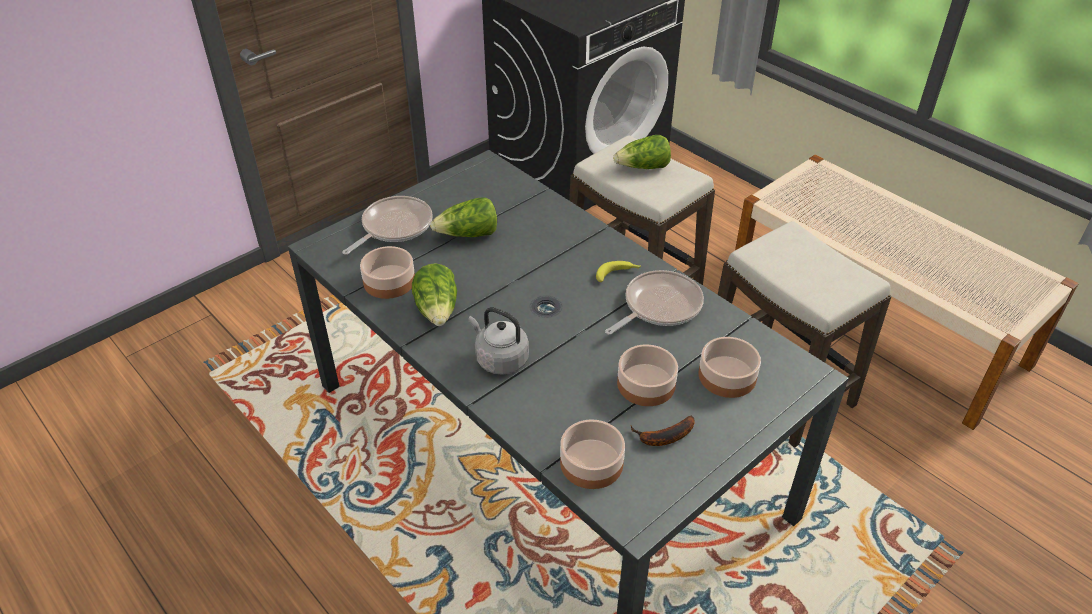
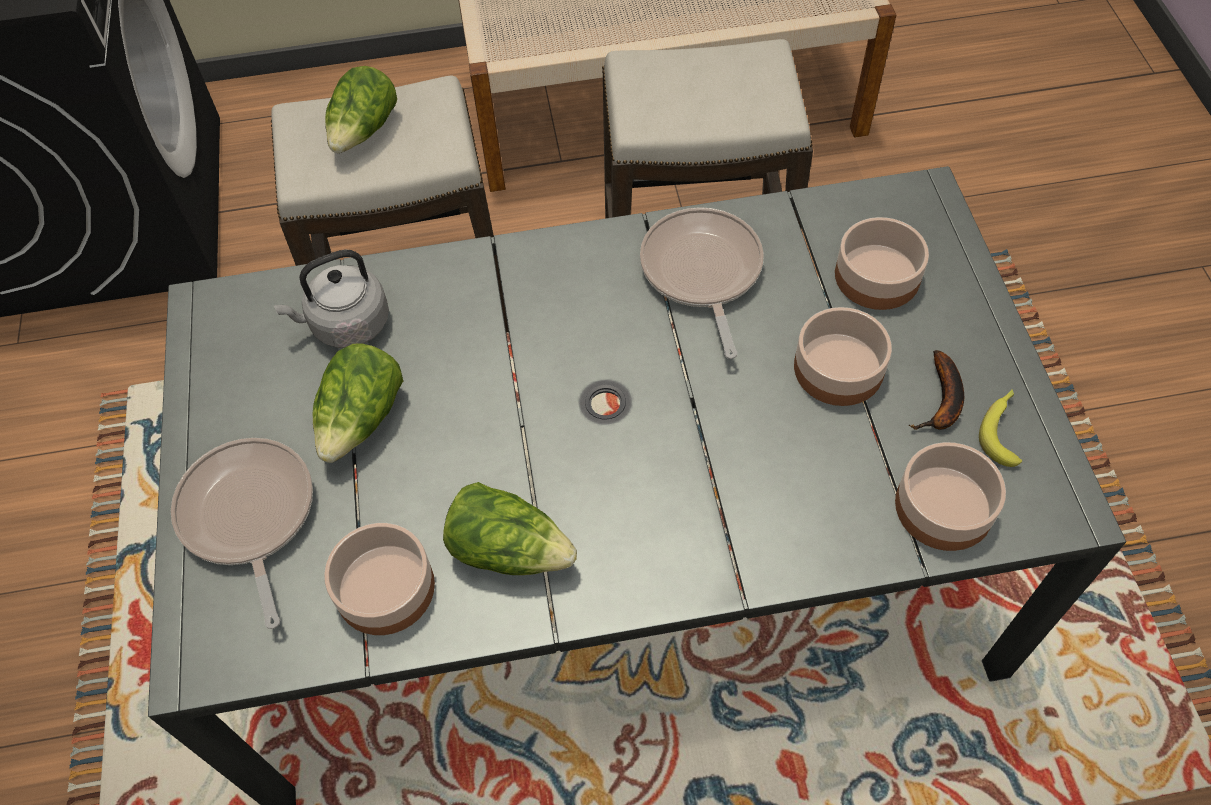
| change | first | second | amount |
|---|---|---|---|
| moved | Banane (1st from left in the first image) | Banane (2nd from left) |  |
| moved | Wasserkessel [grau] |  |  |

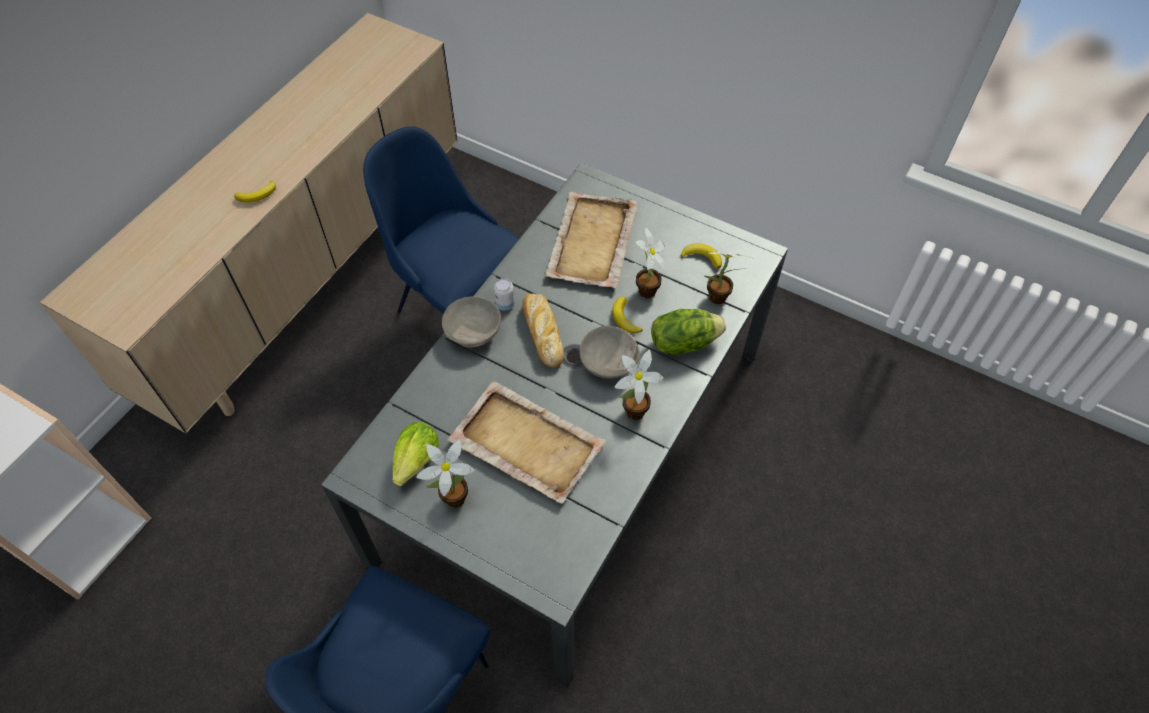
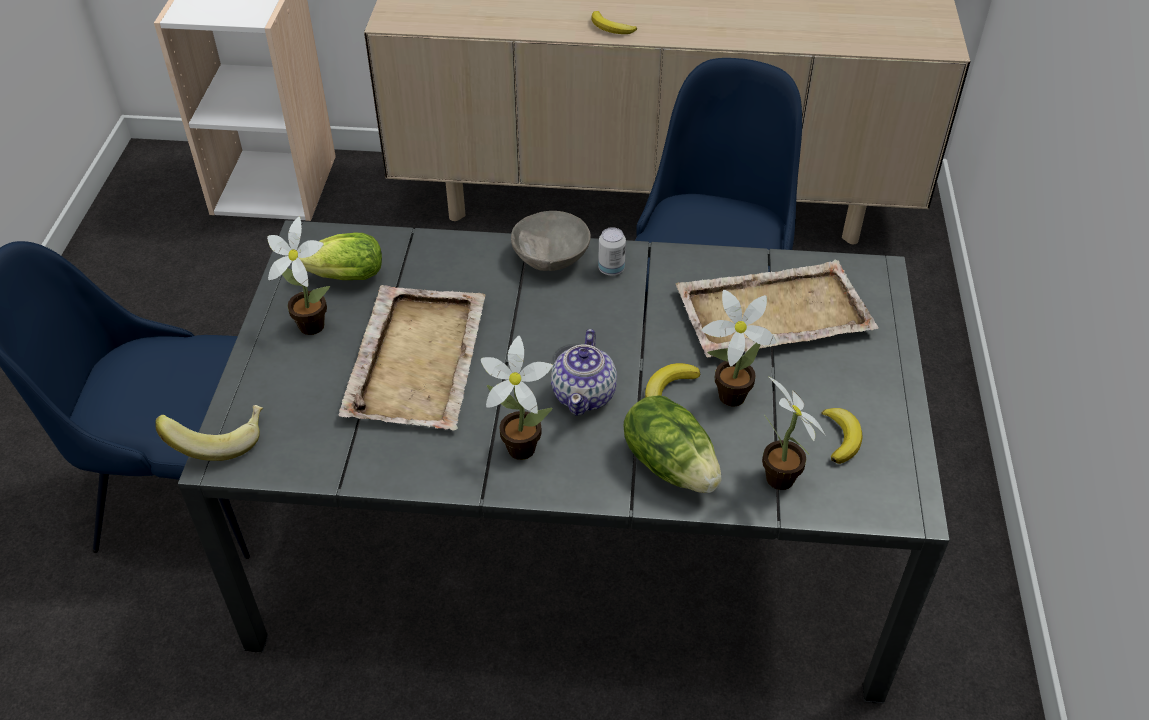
| change | first | second | amount |
|---|---|---|---|
| removed | Brot |  |  |
| replaced | Schüssel [grau] (2nd from left) | Teekanne |  |
| added |  | Banane (1st from left) |  |

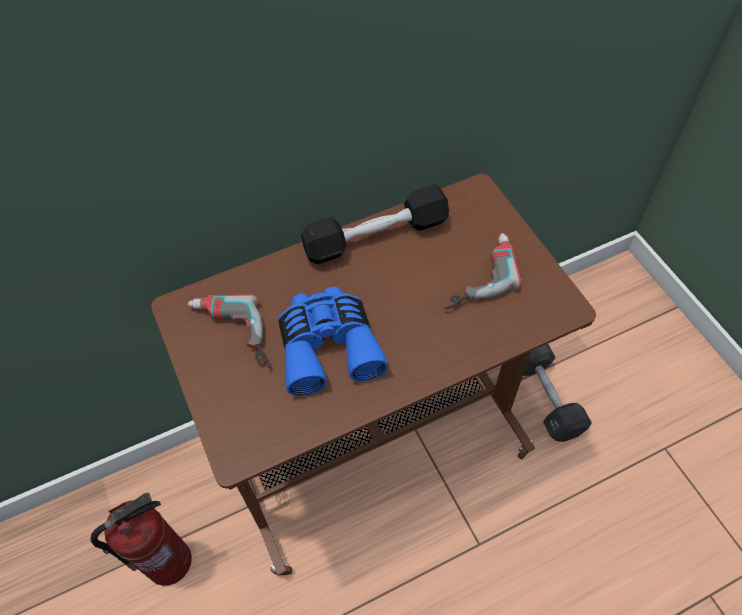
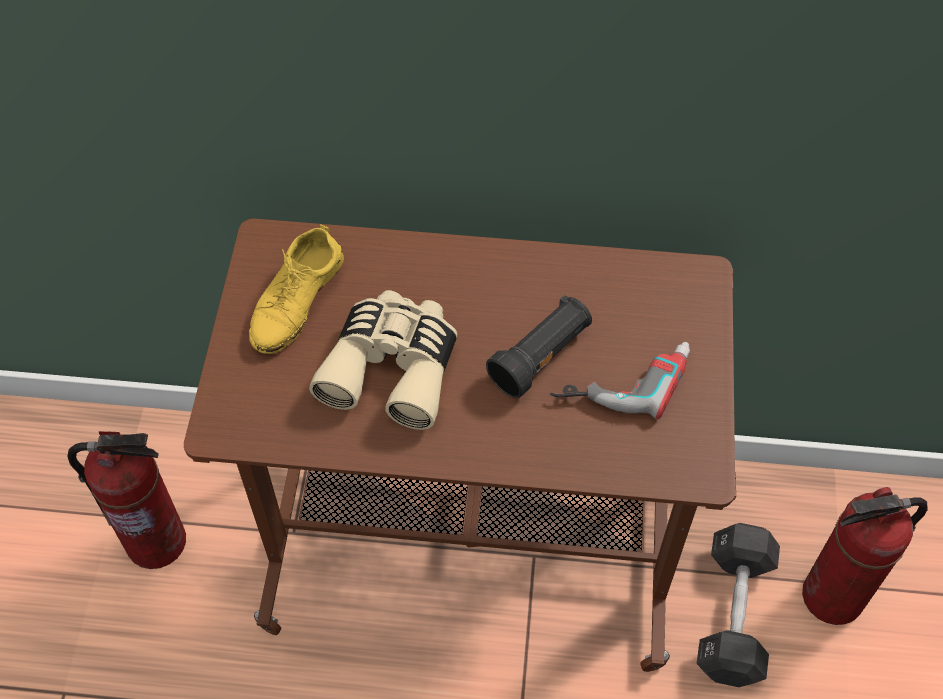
| change | first | second | amount |
|---|---|---|---|
| removed | Hantel [schwarz] (1st from left) |  |  |
| recoloured | Fernglas [blau] | Fernglas [beige] |  |
| replaced | Bohrmaschine (1st from left) | Schuh [gelb] |  |
| added |  | Taschenlampe [schwarz] |  |
| added |  | Feuerlöscher (2nd from left) |  |

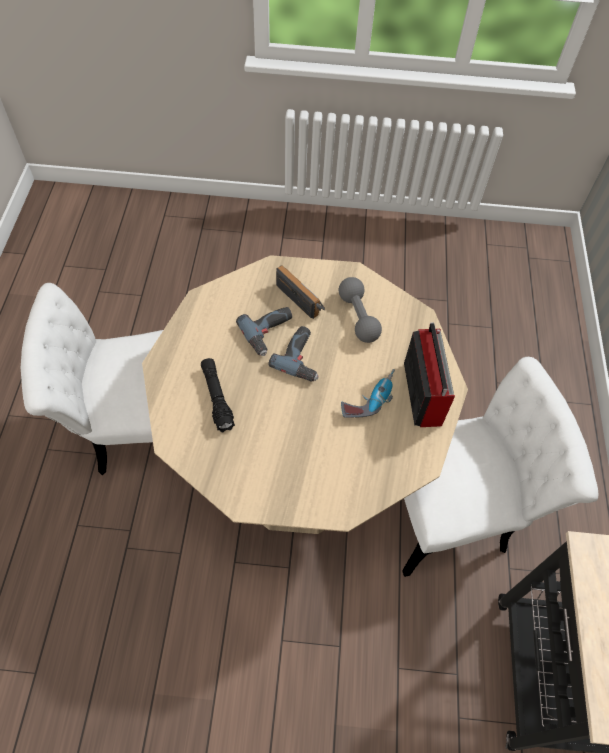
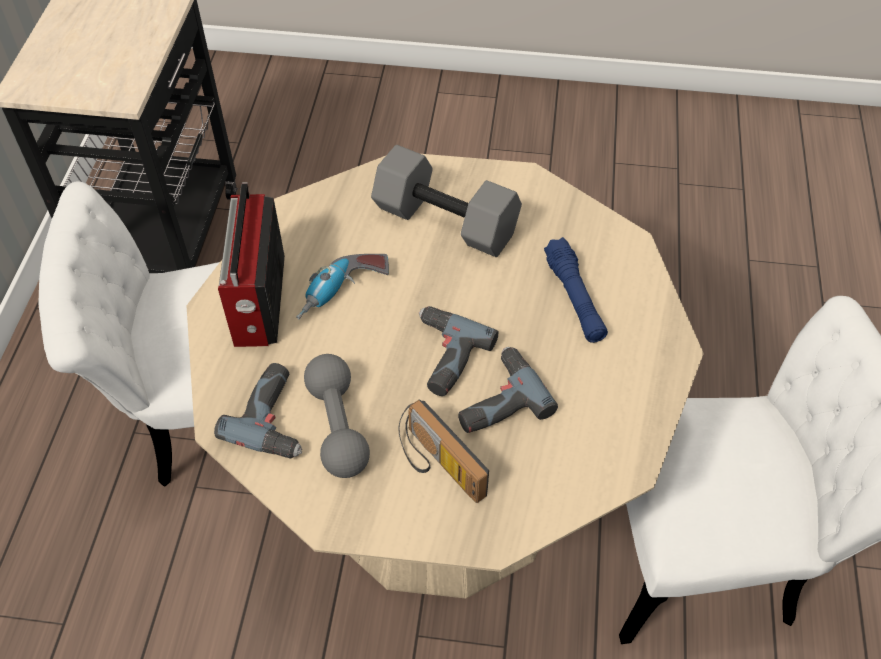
| change | first | second | amount |
|---|---|---|---|
| recoloured | Taschenlampe [schwarz] | Taschenlampe [blau] |  |
| added |  | Hantel [grau] (2nd from left) |  |
| added |  | Bohrmaschine (1st from left) |  |

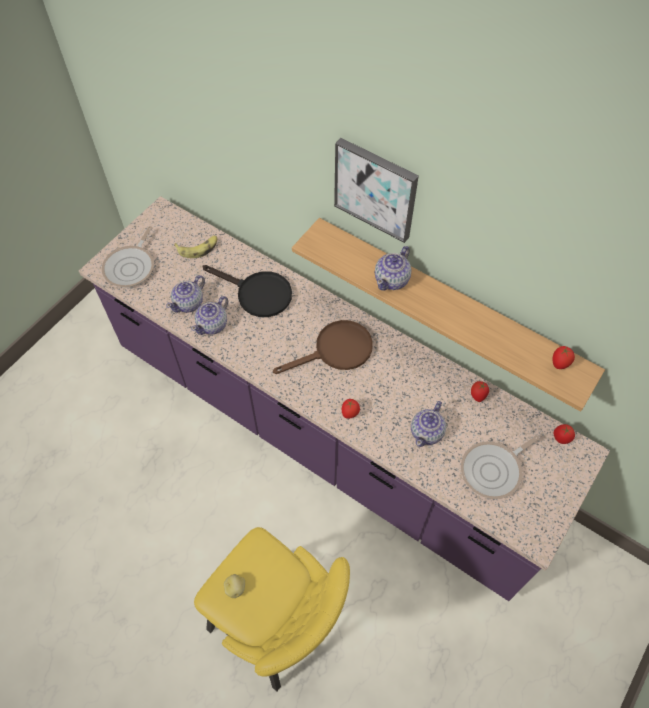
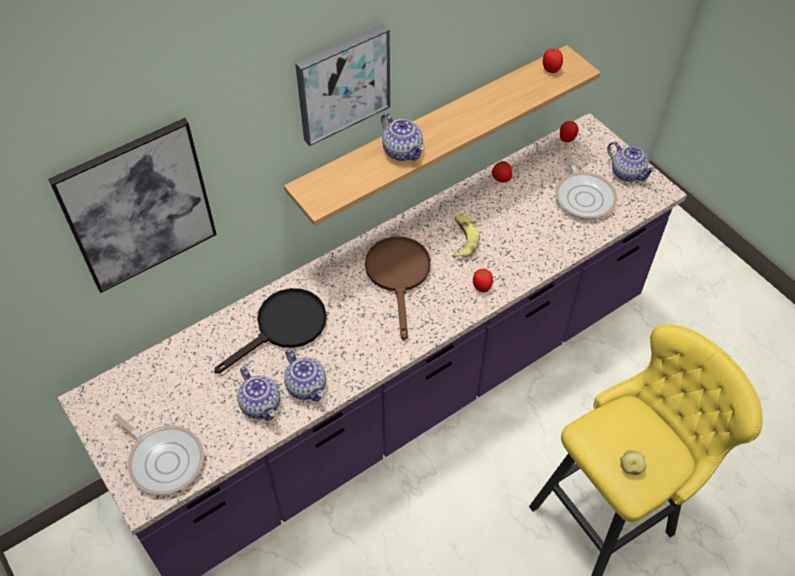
| change | first | second | amount |
|---|---|---|---|
| moved | Banane |  |  |
| moved | Teekanne (4th from left) |  |  |
| added |  | Bild (1st from left) |  |

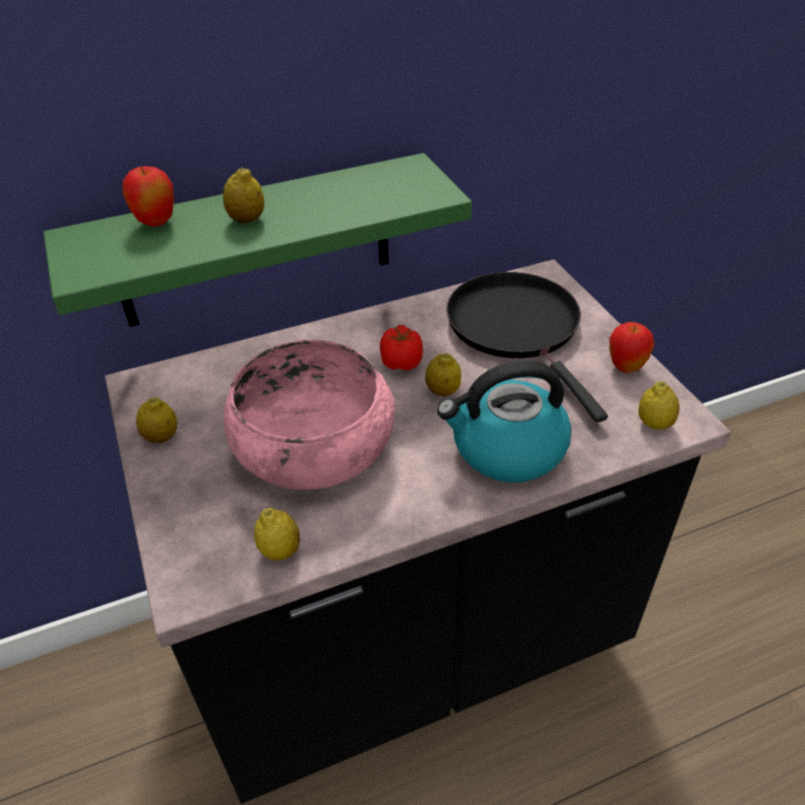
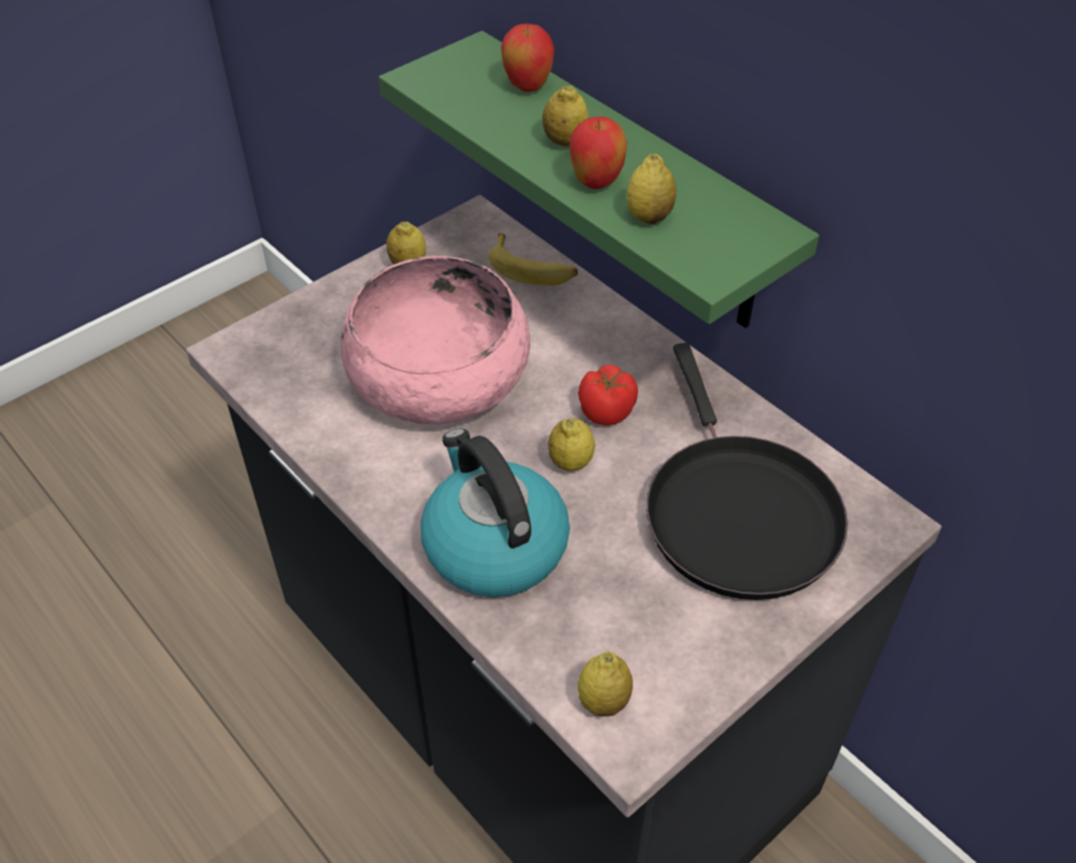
| change | first | second | amount |
|---|---|---|---|
| turned | Pfanne [schwarz] |  | 120 degrees clockwise |
| moved | Apfel (2nd from left) |  |  |
| moved | Zitrone (3rd from left in the first image) | Zitrone (5th from left) |  |
| added |  | Banane |  |

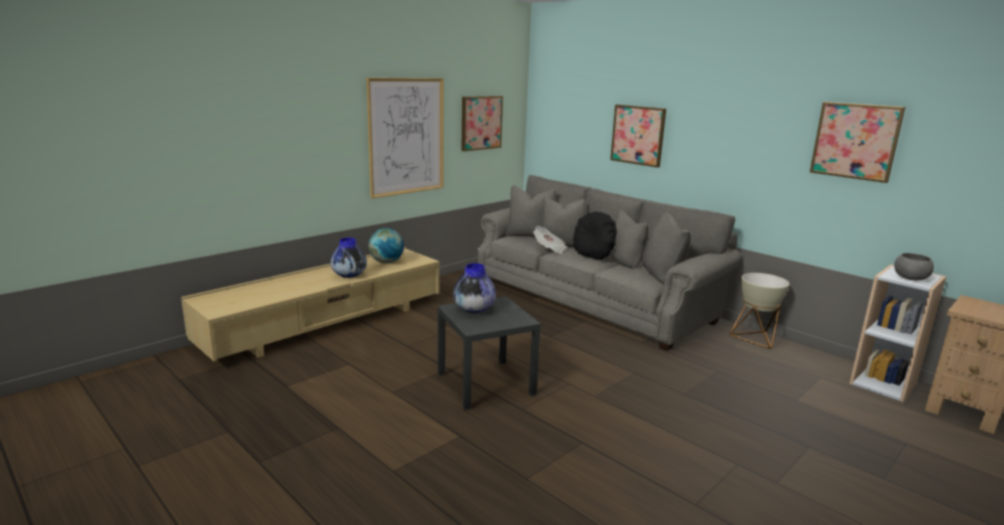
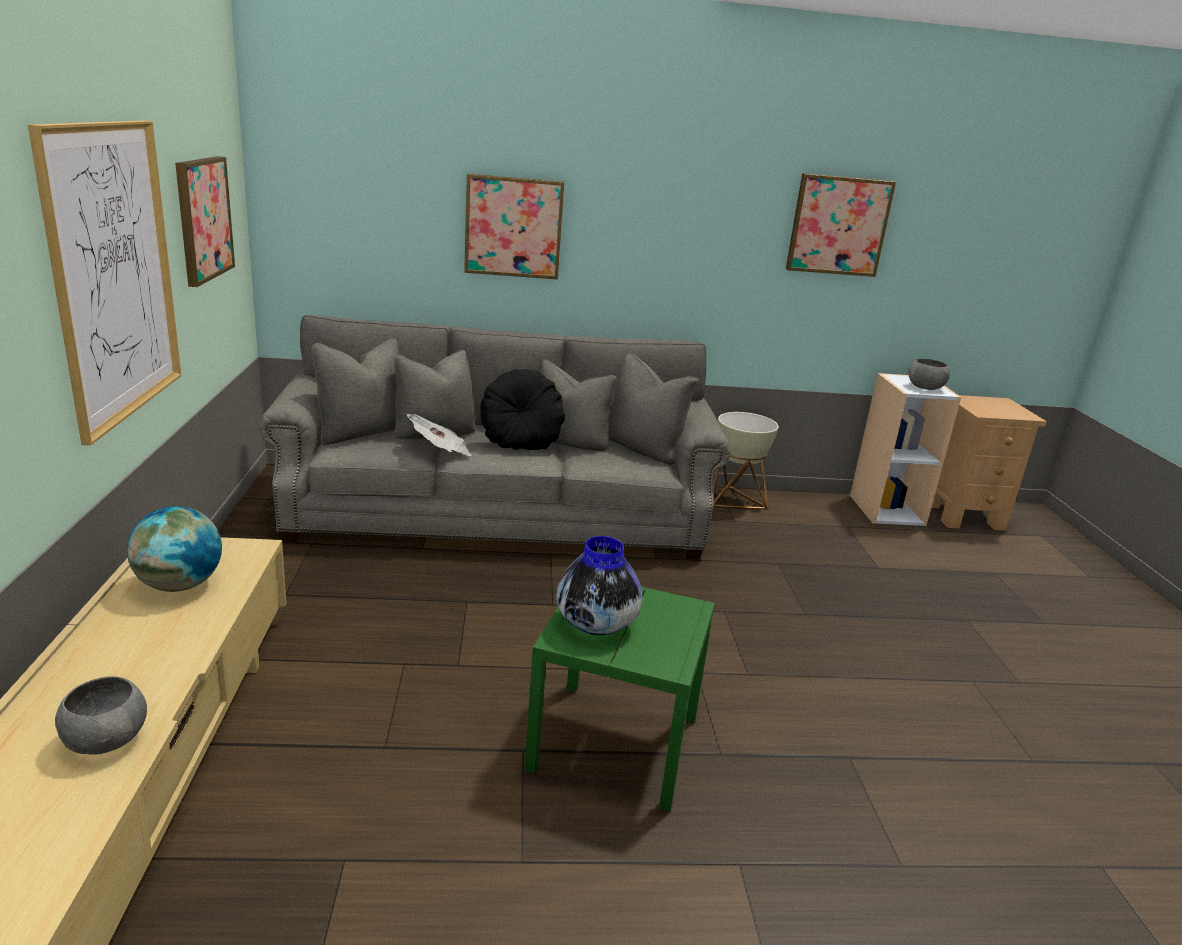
| change | first | second | amount |
|---|---|---|---|
| removed | Vase (1st from left) |  |  |
| recoloured | Beistelltisch [grau] | Beistelltisch [grün] |  |
| added |  | Schüssel [grau] (1st from left) |  |

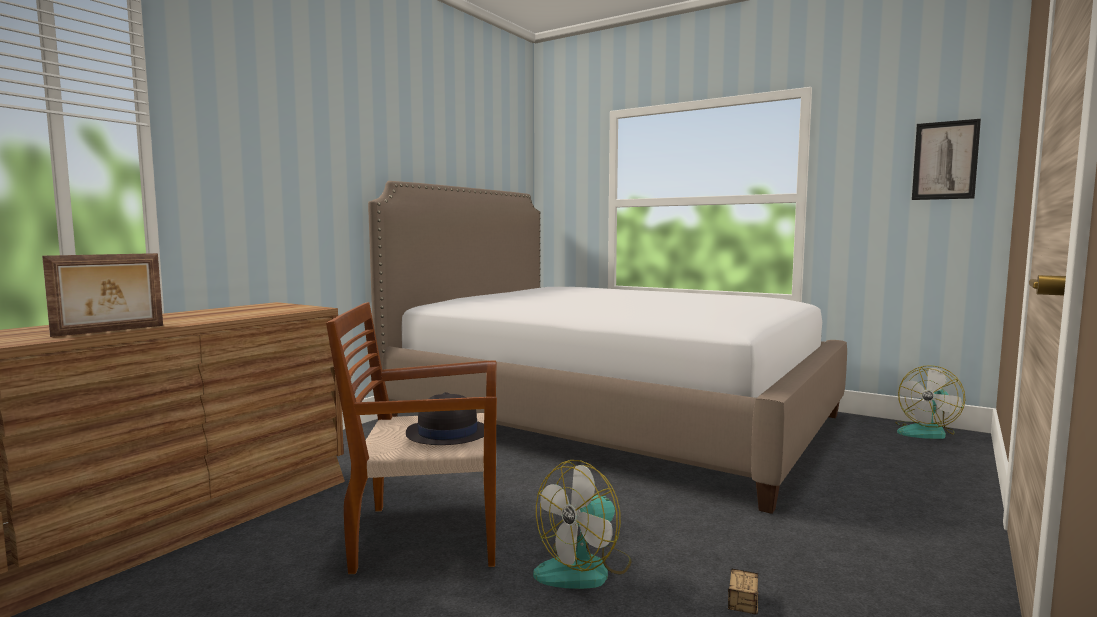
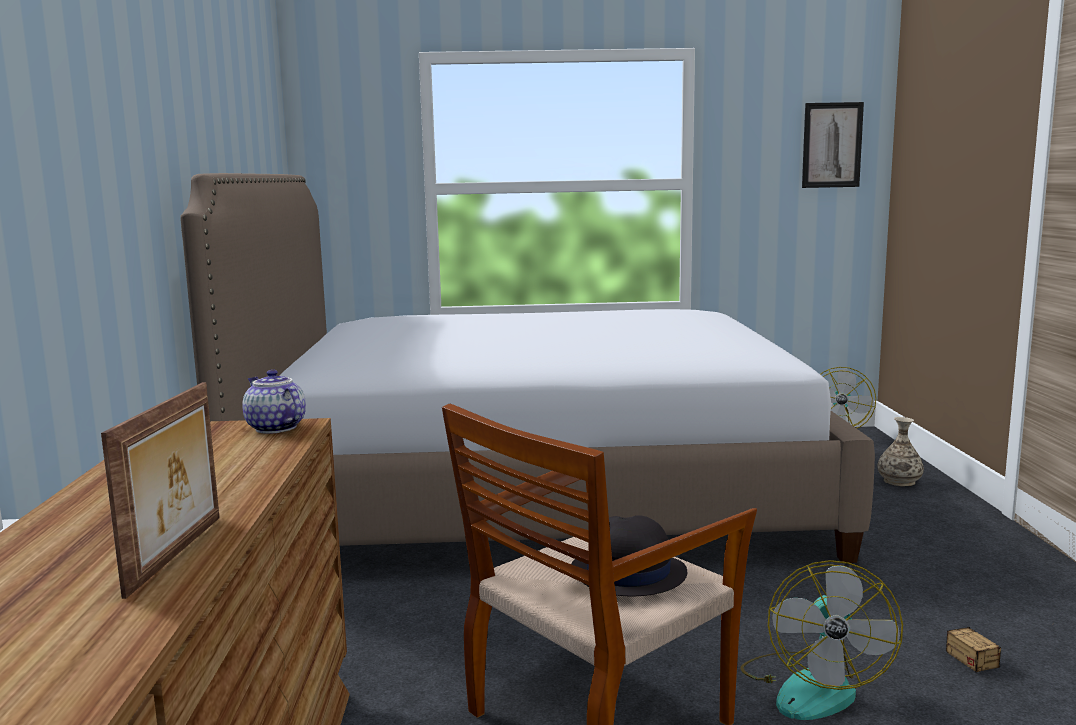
| change | first | second | amount |
|---|---|---|---|
| added |  | Teekanne |  |
| added |  | Vase |  |

